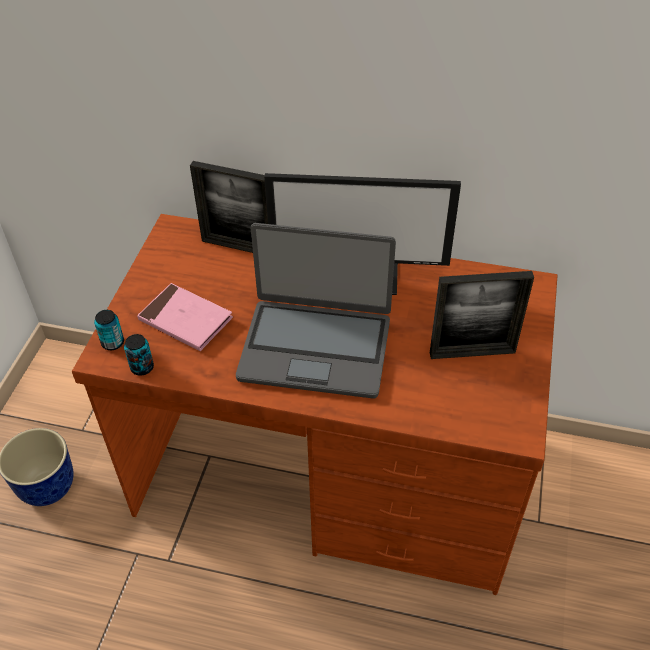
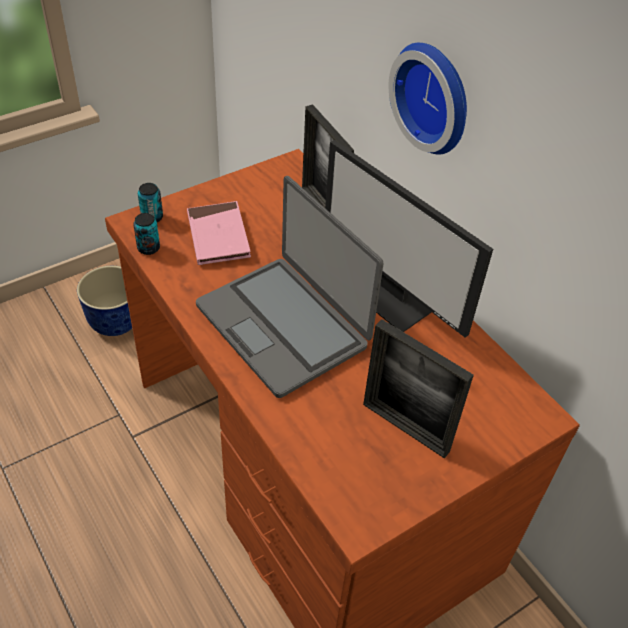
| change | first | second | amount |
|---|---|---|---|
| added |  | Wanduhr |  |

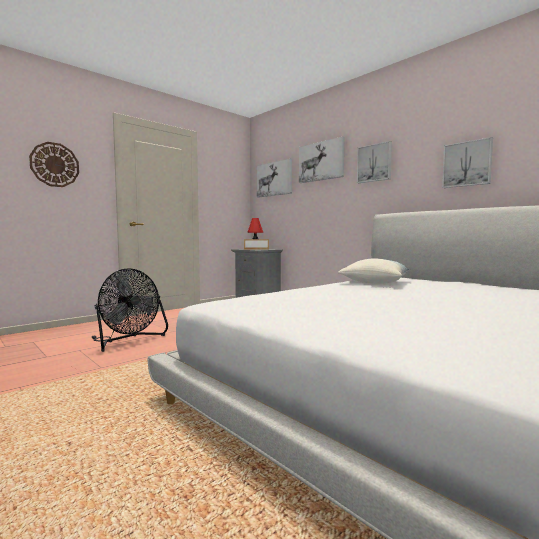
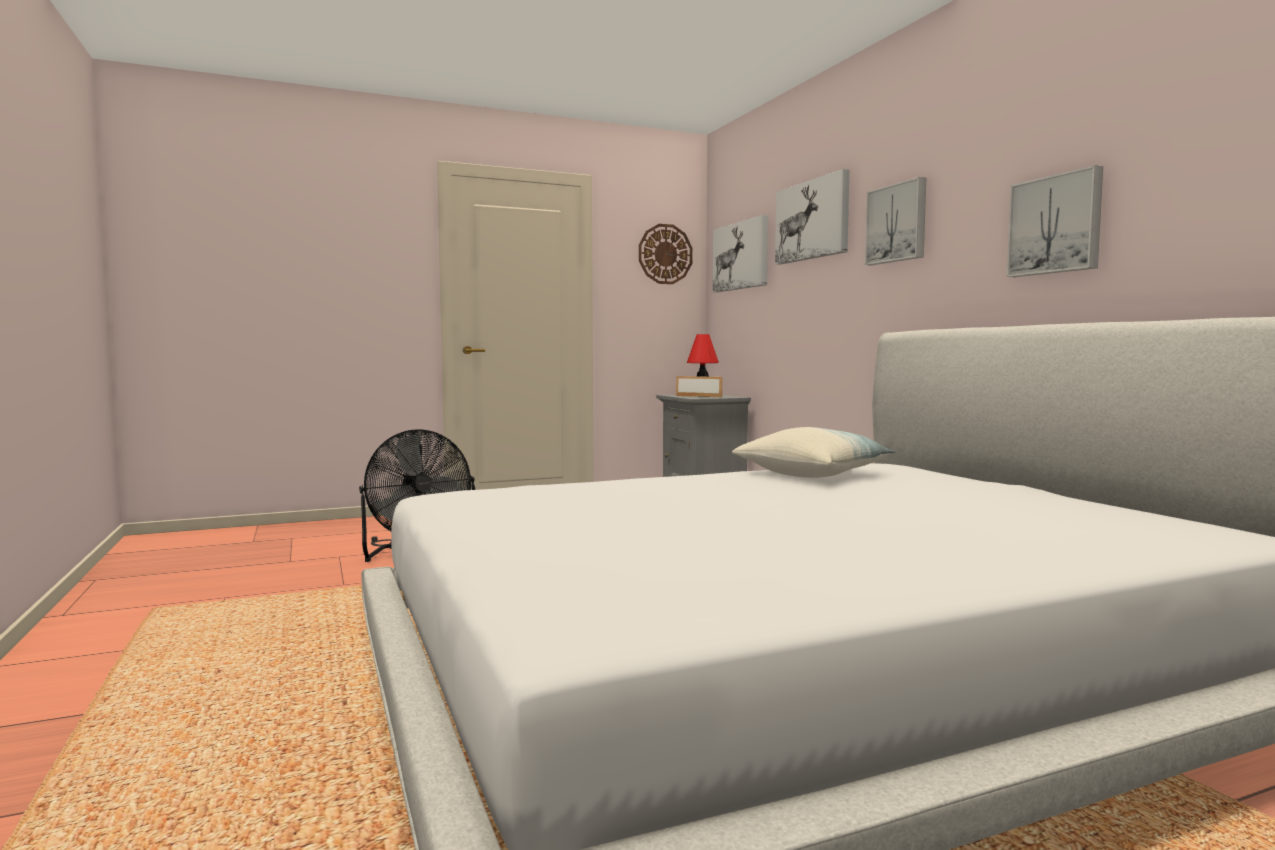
| change | first | second | amount |
|---|---|---|---|
| moved | Wanduhr |  |  |

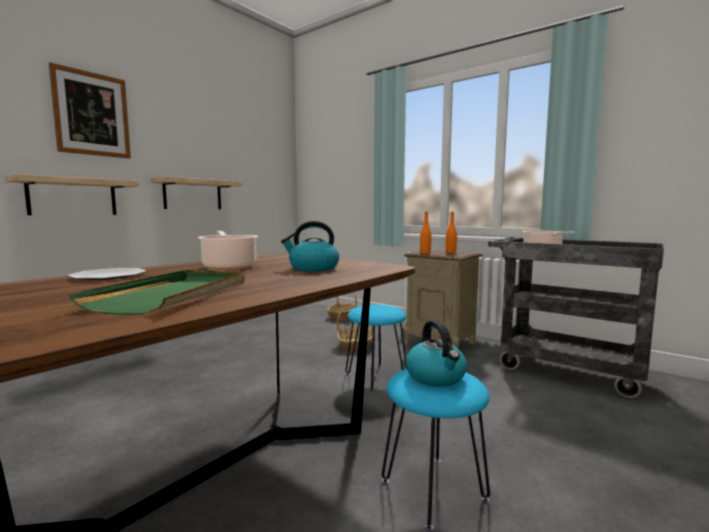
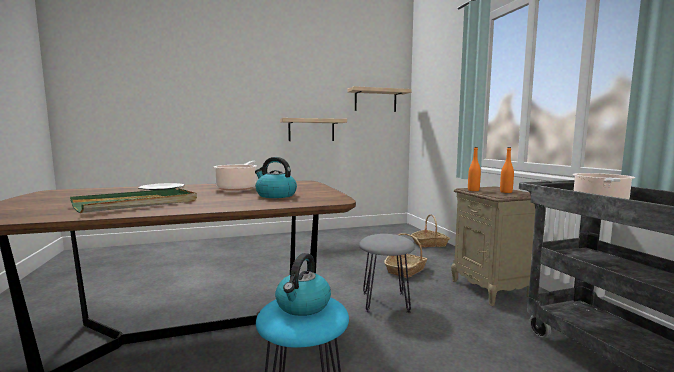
| change | first | second | amount |
|---|---|---|---|
| removed | Bild |  |  |
| moved | Wandregal (1st from left in the first image) | Wandregal (2nd from left) |  |
| recoloured | Hocker [türkis] (1st from left) | Hocker [grau] |  |

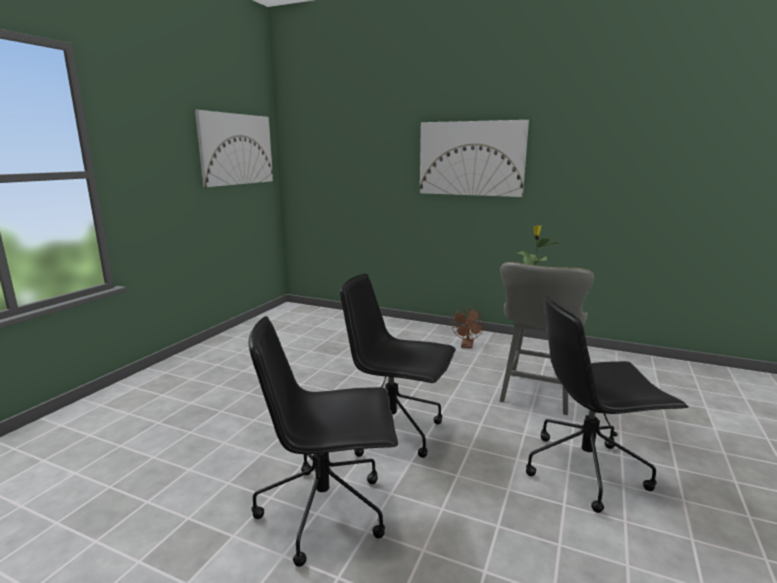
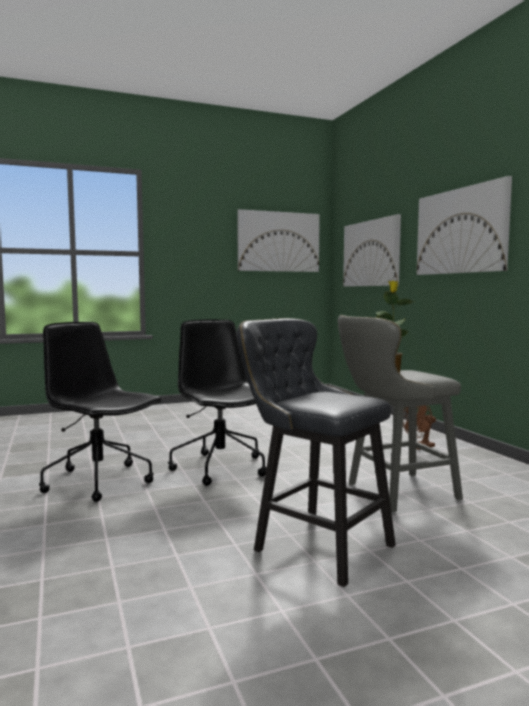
| change | first | second | amount |
|---|---|---|---|
| replaced | Bürostuhl [schwarz] (3rd from left) | Hocker [grau] (1st from left) |  |
| added |  | Bild (2nd from left) |  |

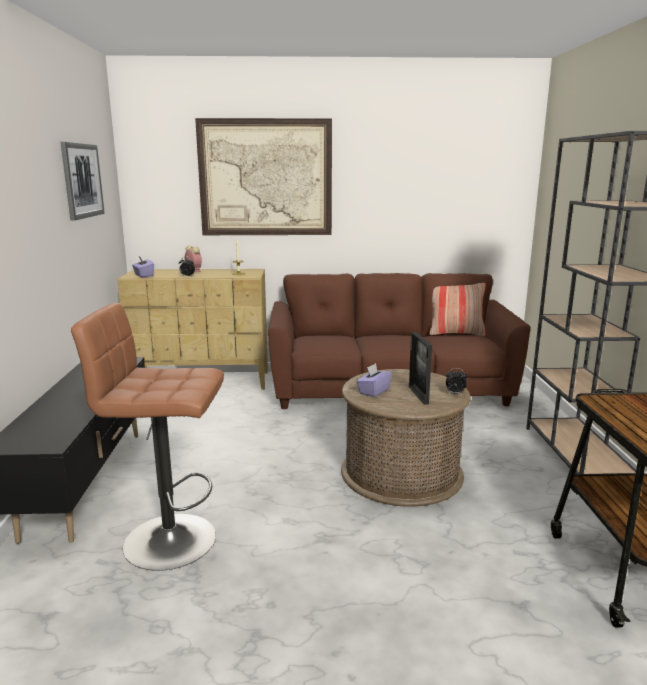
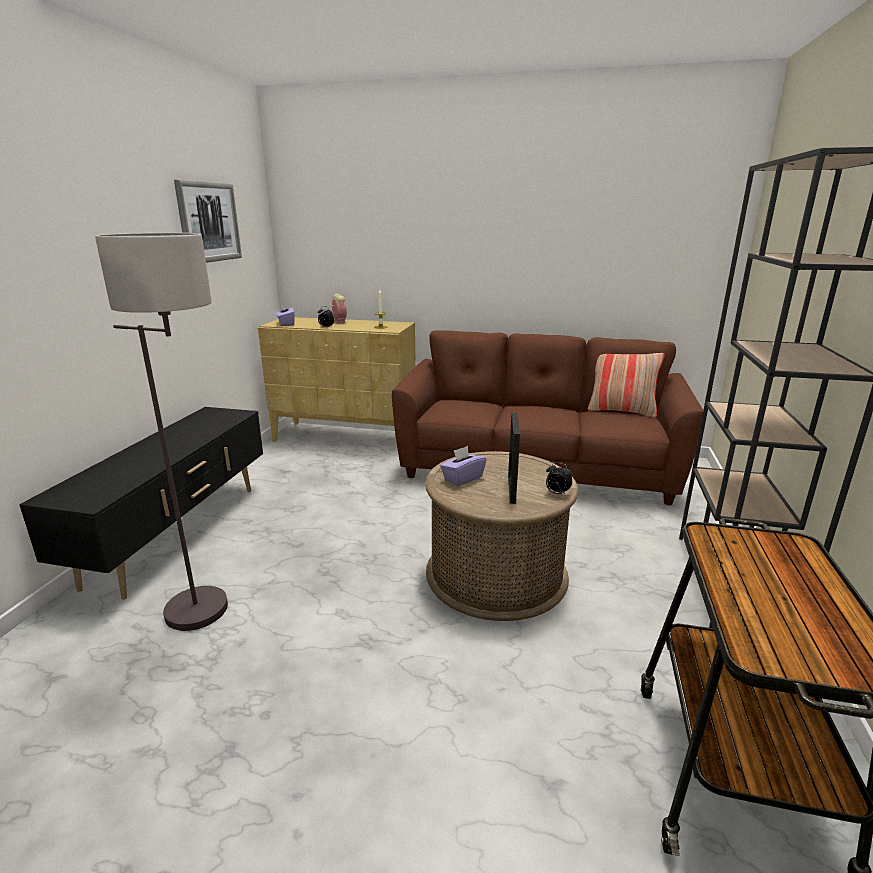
| change | first | second | amount |
|---|---|---|---|
| removed | Bild (2nd from left) |  |  |
| replaced | Hocker [braun] | Stehlampe [grau] |  |

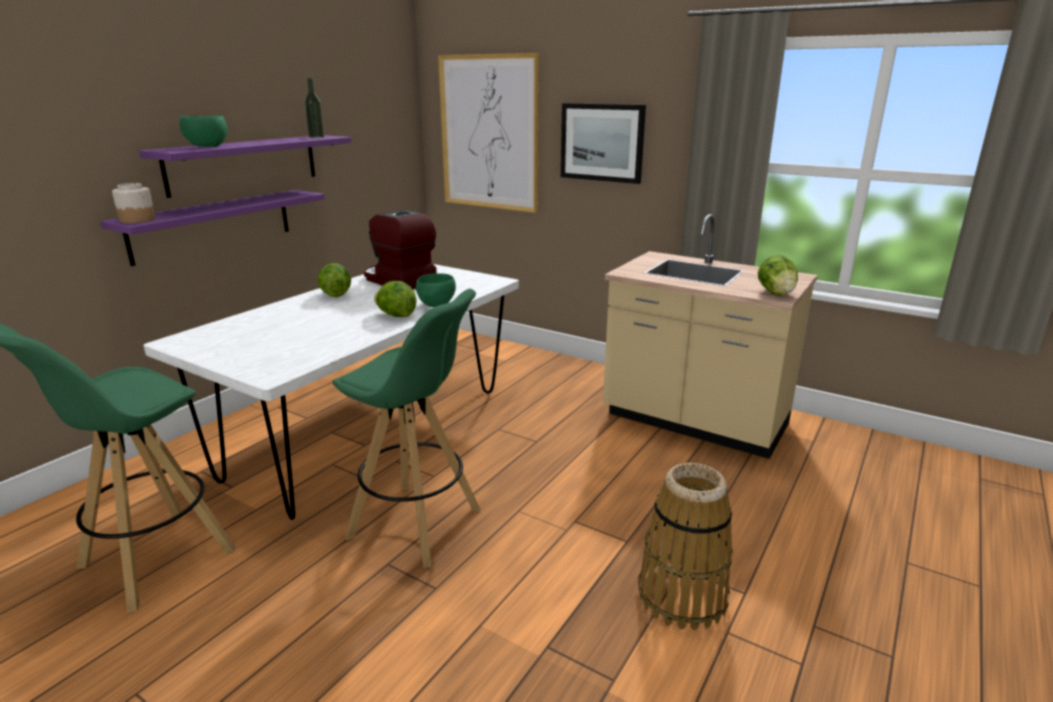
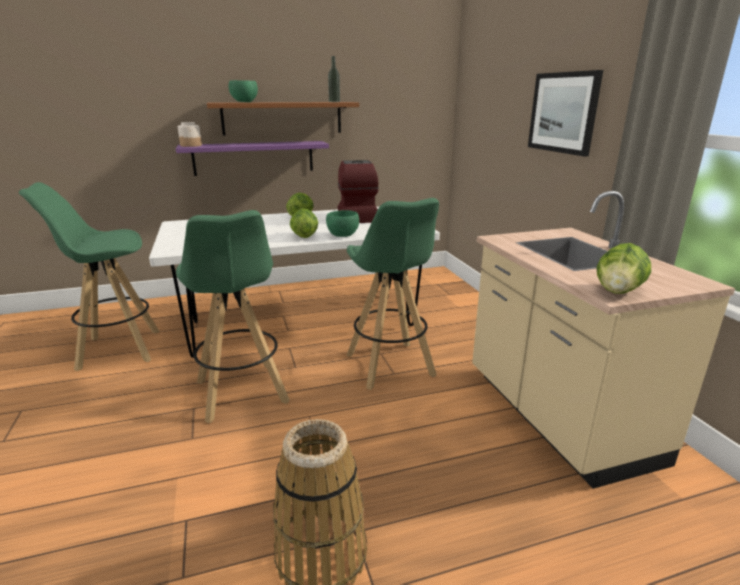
| change | first | second | amount |
|---|---|---|---|
| removed | Bild (1st from left) |  |  |
| recoloured | Wandregal [lila] (2nd from left) | Wandregal [braun] |  |
| added |  | Hocker [grün] (3rd from left) |  |

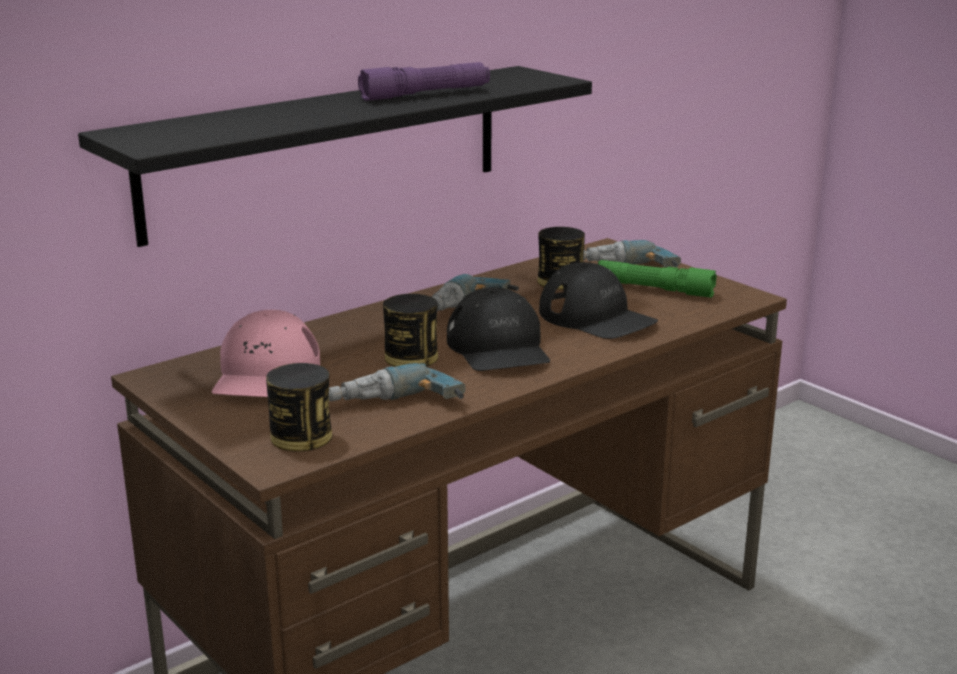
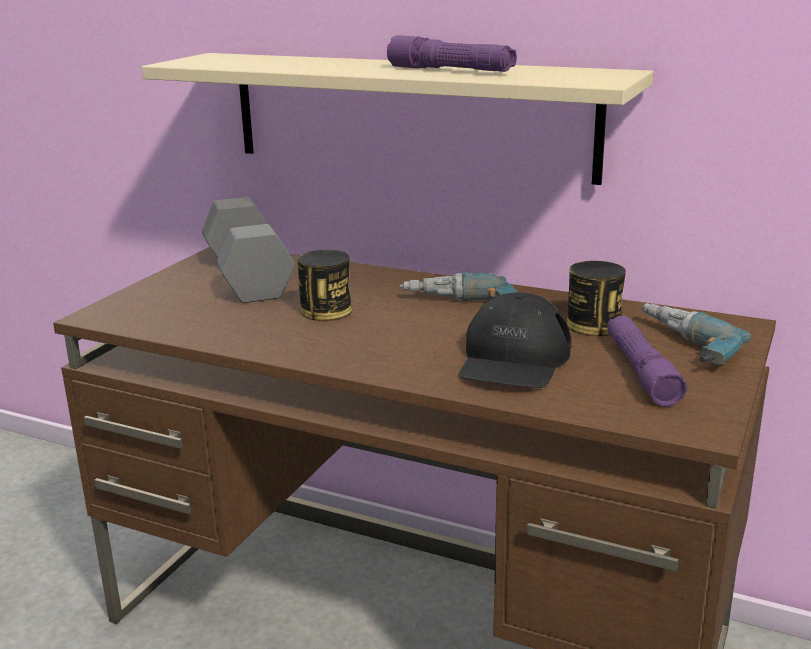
| change | first | second | amount |
|---|---|---|---|
| recoloured | Wandregal [schwarz] | Wandregal [beige] |  |
| recoloured | Taschenlampe [grün] | Taschenlampe [lila] (2nd from left) |  |
| removed | Kappe [schwarz] (1st from left) |  |  |
| replaced | Kappe [rosa] | Hantel [grau] |  |
| removed | Dose (1st from left) |  |  |
| removed | Bohrmaschine (1st from left) |  |  |

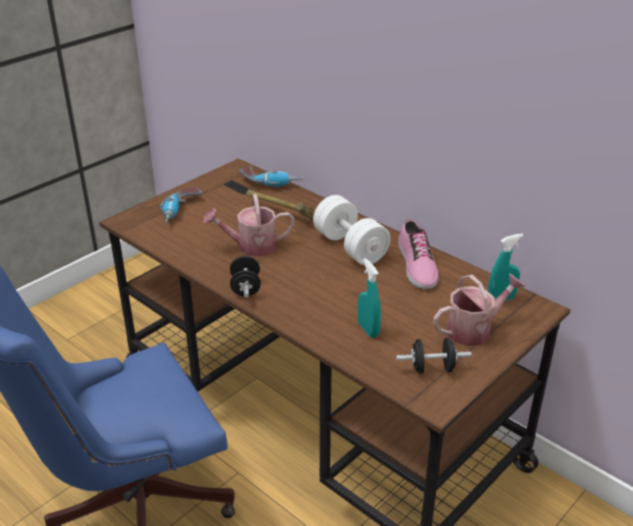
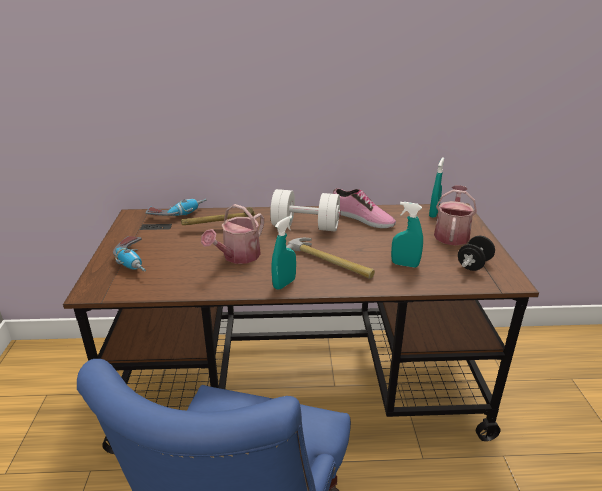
| change | first | second | amount |
|---|---|---|---|
| replaced | Hantel [schwarz] (1st from left) | Sprühflasche [türkis] (1st from left) |  |
| added |  | Hammer (2nd from left) |  |

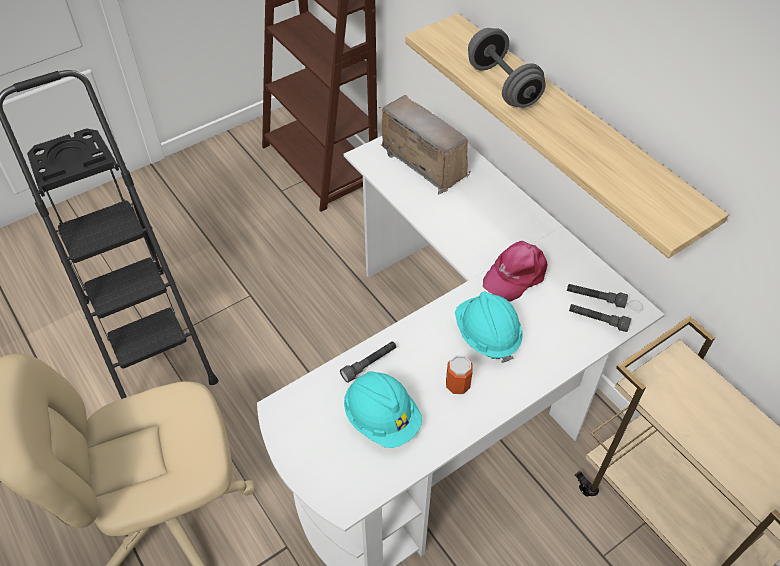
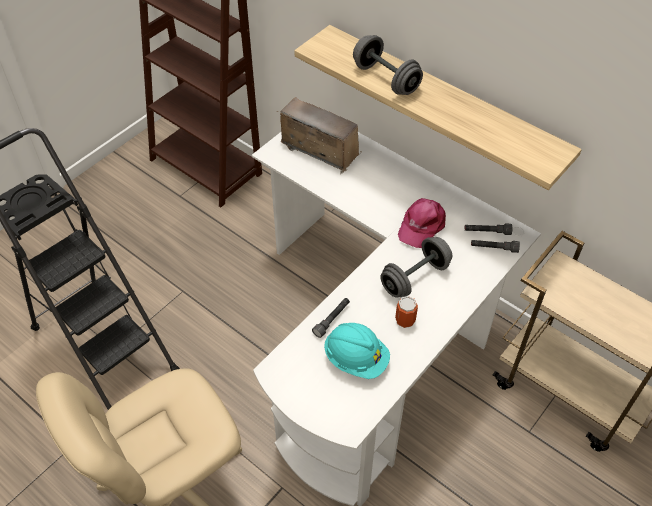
| change | first | second | amount |
|---|---|---|---|
| replaced | Schutzhelm [türkis] (2nd from left) | Hantel [grau] (2nd from left) |  |

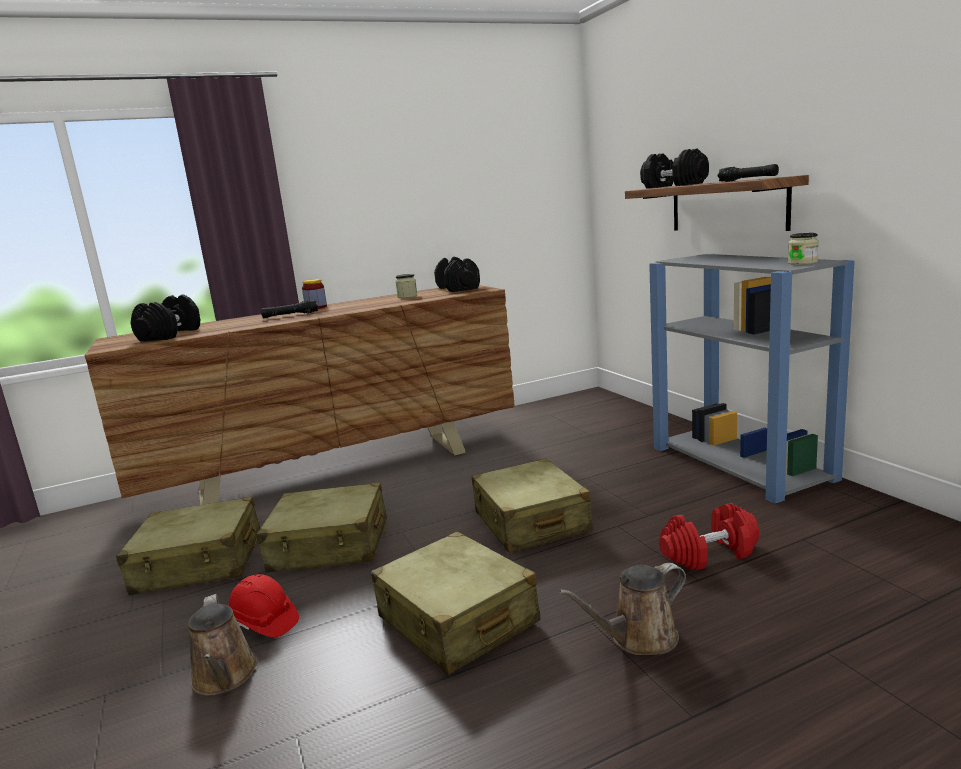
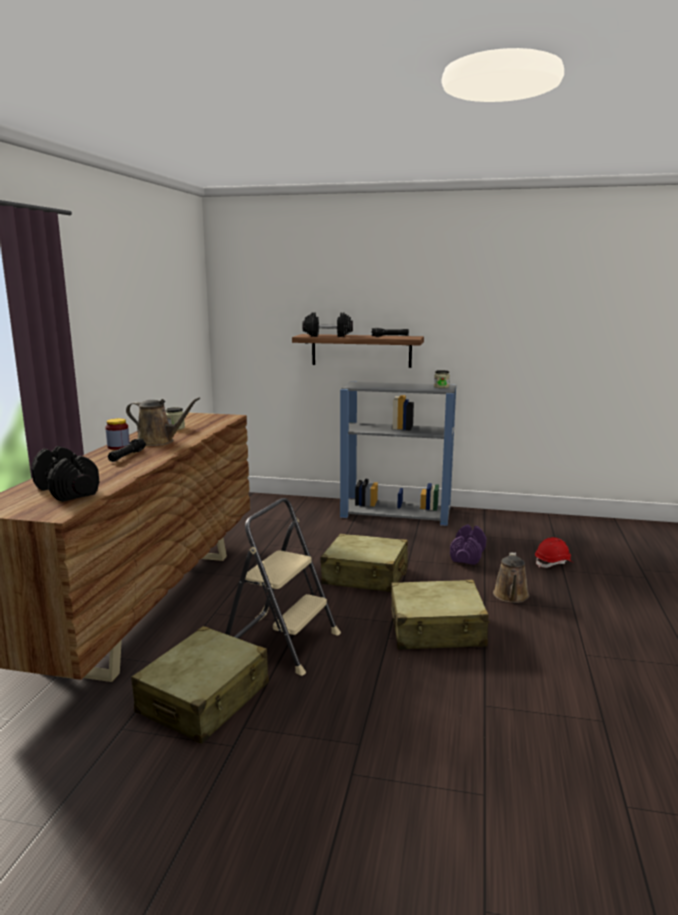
| change | first | second | amount |
|---|---|---|---|
| removed | Hantel [schwarz] (2nd from left) |  |  |
| replaced | Koffer [beige] (2nd from left) | Trittleiter [beige] |  |
| recoloured | Hantel [rot] | Hantel [lila] |  |
| moved | Schutzhelm [rot] |  |  |
| moved | Gießkanne [braun] (1st from left) |  |  |

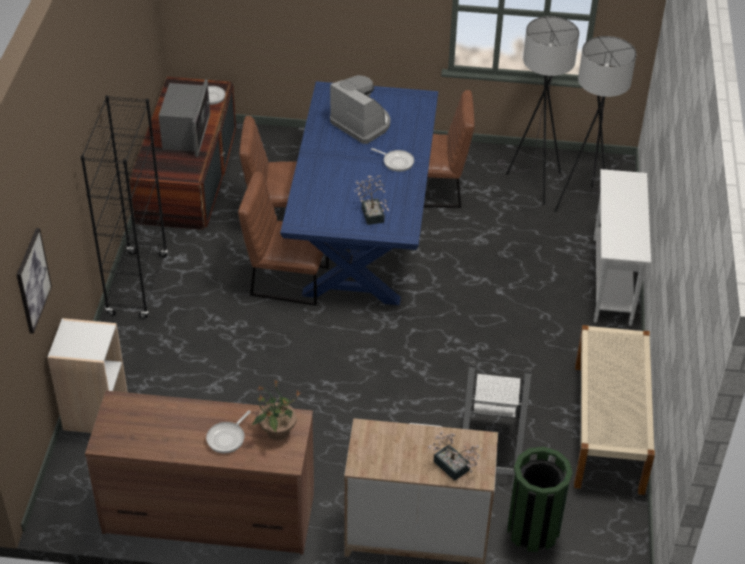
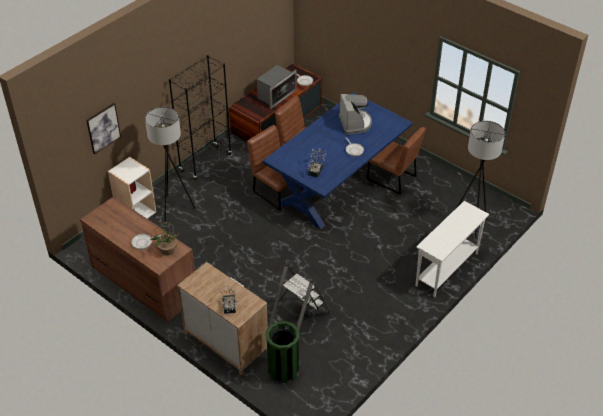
| change | first | second | amount |
|---|---|---|---|
| moved | Stehlampe [grau] (1st from left) |  |  |
| removed | Bank [beige] |  |  |

